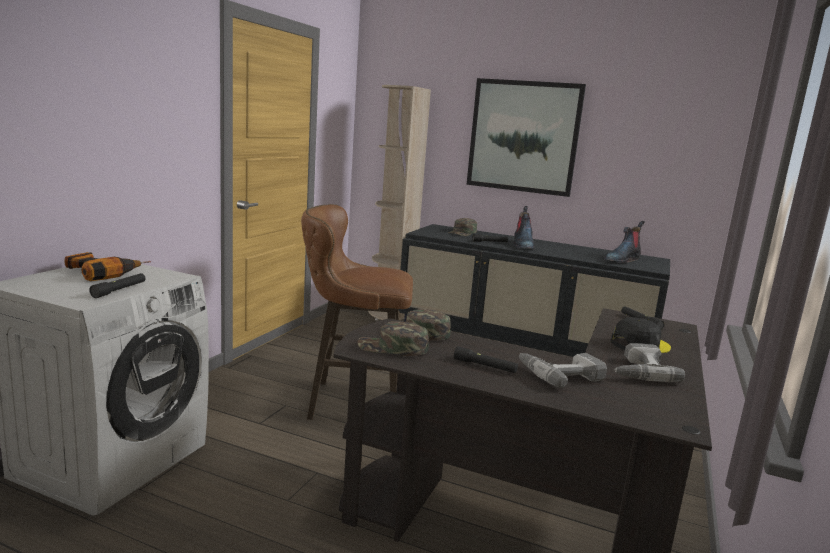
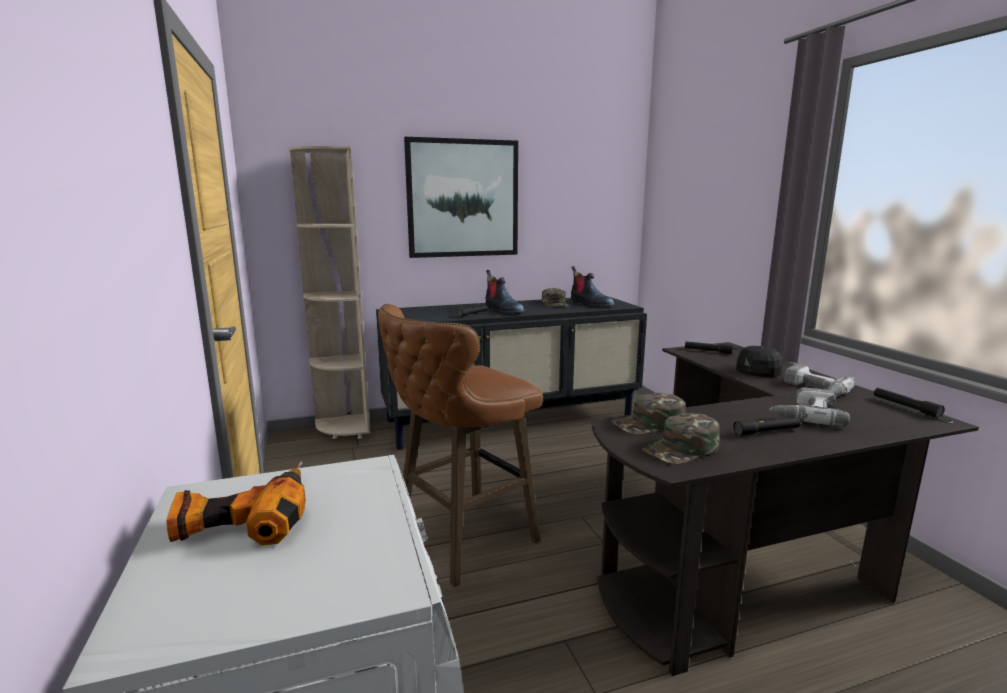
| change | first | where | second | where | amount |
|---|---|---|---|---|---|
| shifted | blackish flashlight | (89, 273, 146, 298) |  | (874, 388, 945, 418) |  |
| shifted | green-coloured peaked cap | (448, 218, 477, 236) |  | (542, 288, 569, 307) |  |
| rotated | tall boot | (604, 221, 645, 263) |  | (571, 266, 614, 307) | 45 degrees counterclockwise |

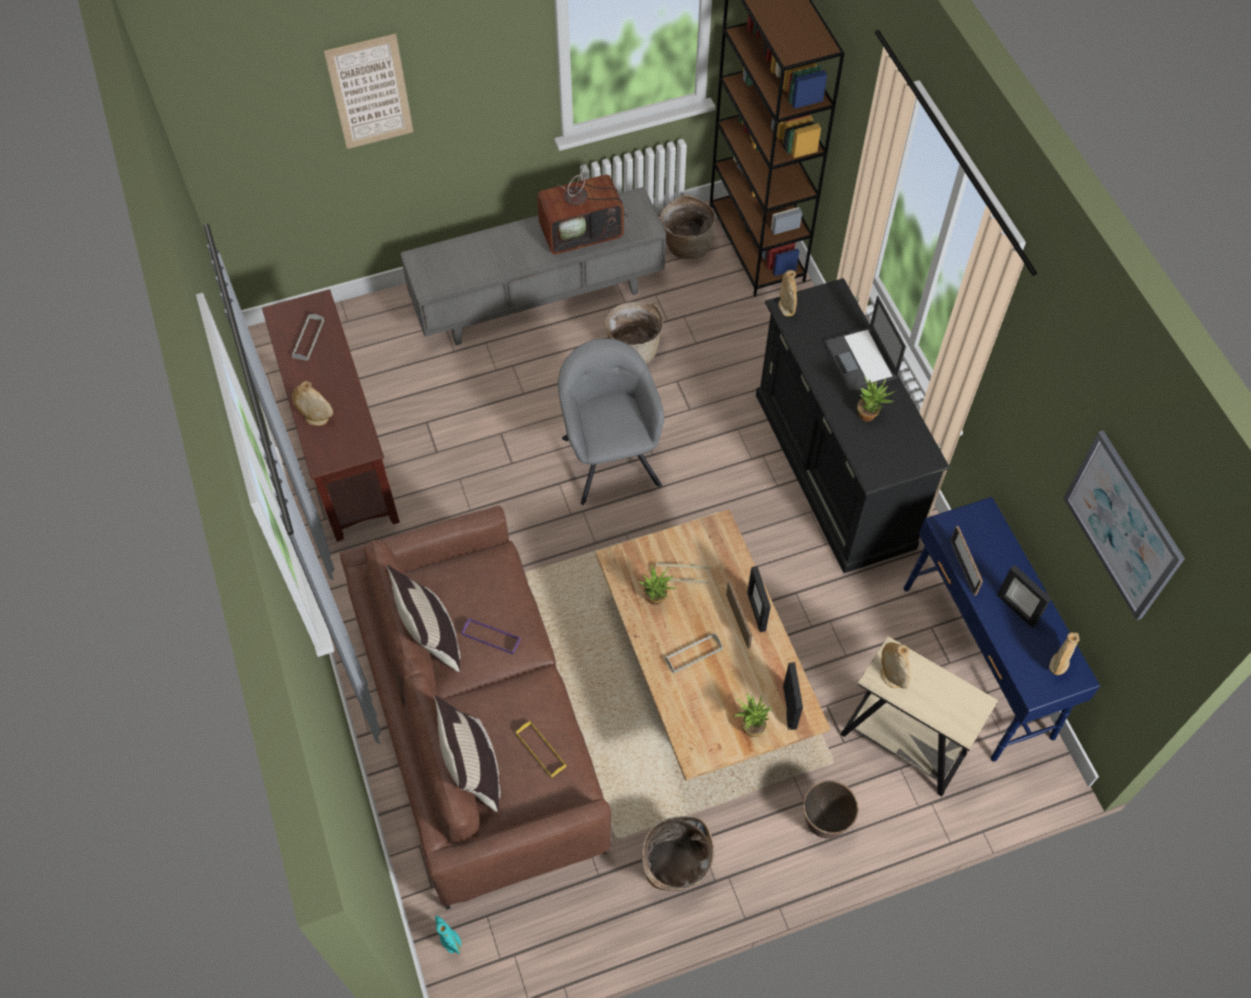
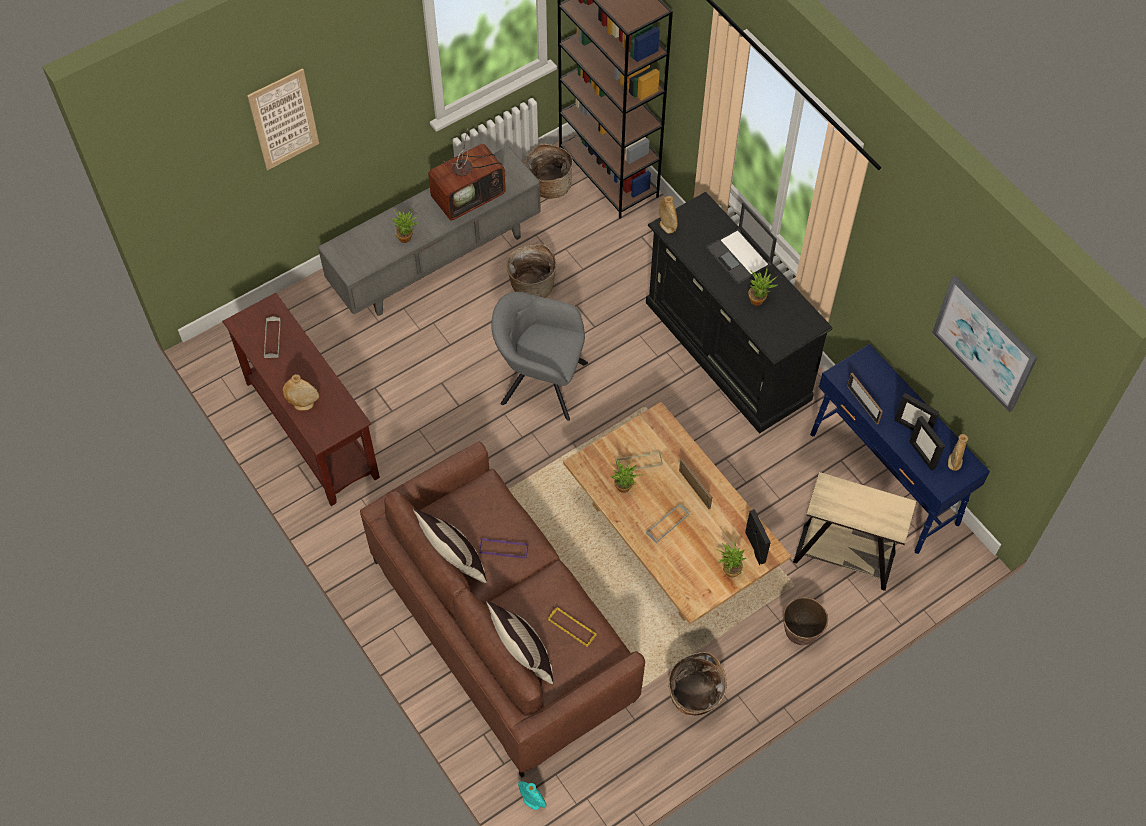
| change | first | where | second | where | amount |
|---|---|---|---|---|---|
| gone | sand-coloured vase | (881, 642, 910, 689) |  |  |  |
| new |  |  | houseplant | (392, 208, 420, 243) |  |
| shifted | picture frame | (747, 566, 771, 632) |  | (909, 416, 945, 471) |  |
| rotated | greyish lounge chair | (558, 339, 664, 505) |  | (491, 292, 588, 421) | 45 degrees counterclockwise |

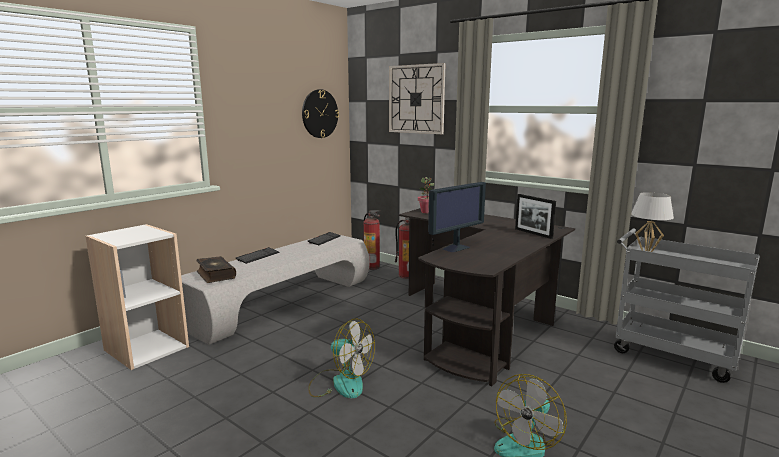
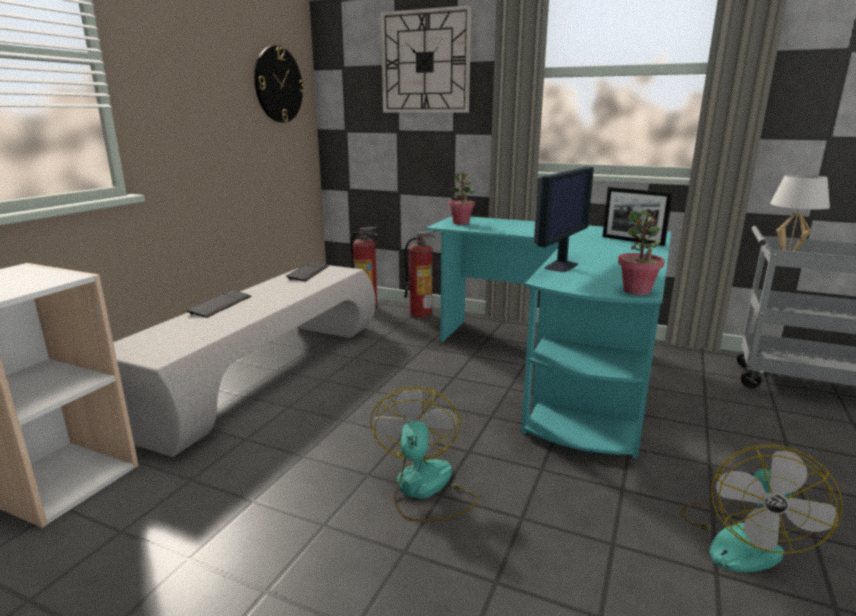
| change | first | where | second | where | amount |
|---|---|---|---|---|---|
| gone | book | (197, 256, 236, 283) |  |  |  |
| new |  |  | houseplant | (618, 210, 665, 295) |  |
| repainted | blackish desk | (399, 208, 575, 386) | turquoise-coloured desk | (426, 216, 671, 459) |  |
| rotated | fan | (308, 318, 375, 398) |  | (370, 387, 478, 522) | 105 degrees counterclockwise |

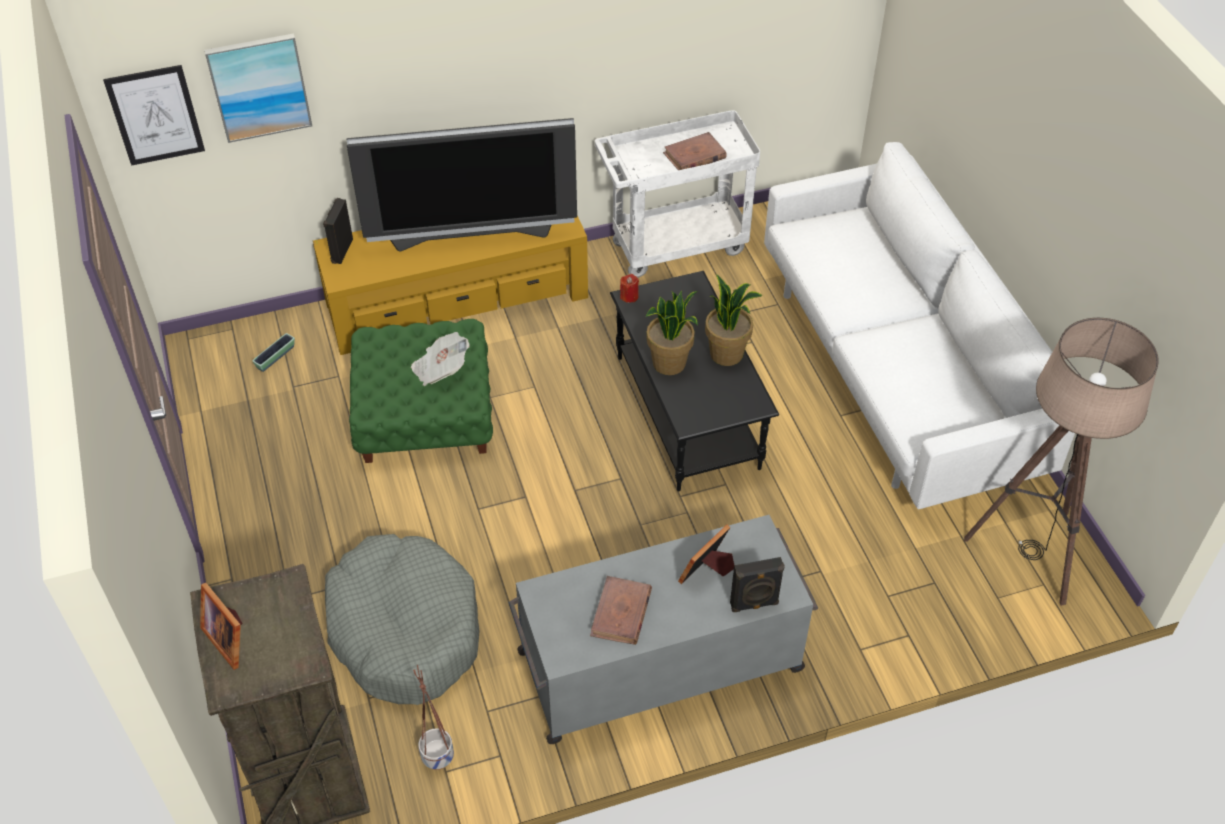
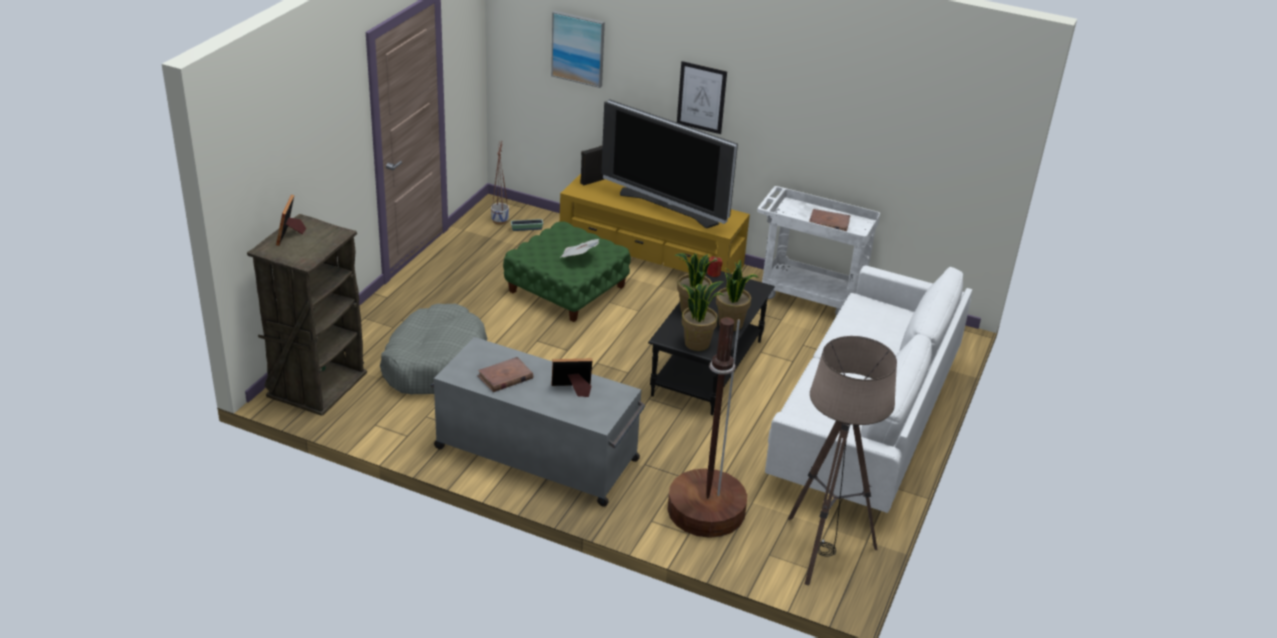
| change | first | where | second | where | amount |
|---|---|---|---|---|---|
| gone | blackish loudspeaker | (730, 557, 785, 612) |  |  |  |
| new |  |  | brown standing lamp | (667, 317, 747, 538) |  |
| new |  |  | houseplant | (681, 281, 725, 351) |  |
| shifted | wall picture | (103, 65, 205, 166) |  | (677, 61, 727, 134) |  |
| shifted | planter | (413, 665, 454, 770) |  | (491, 141, 509, 225) |  |

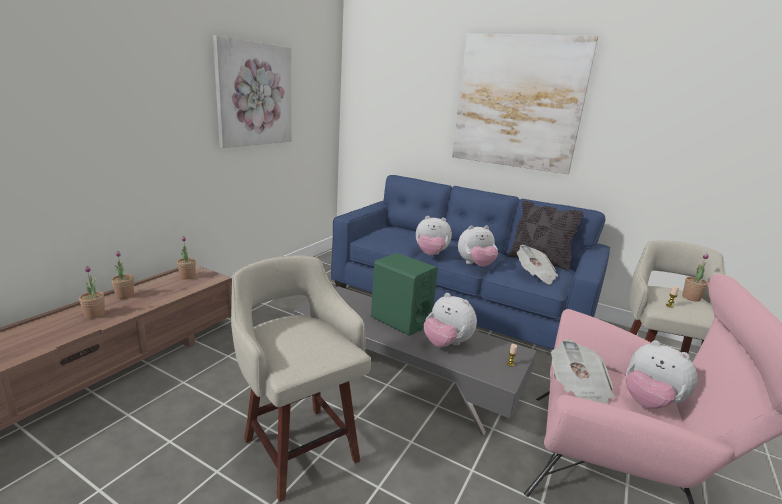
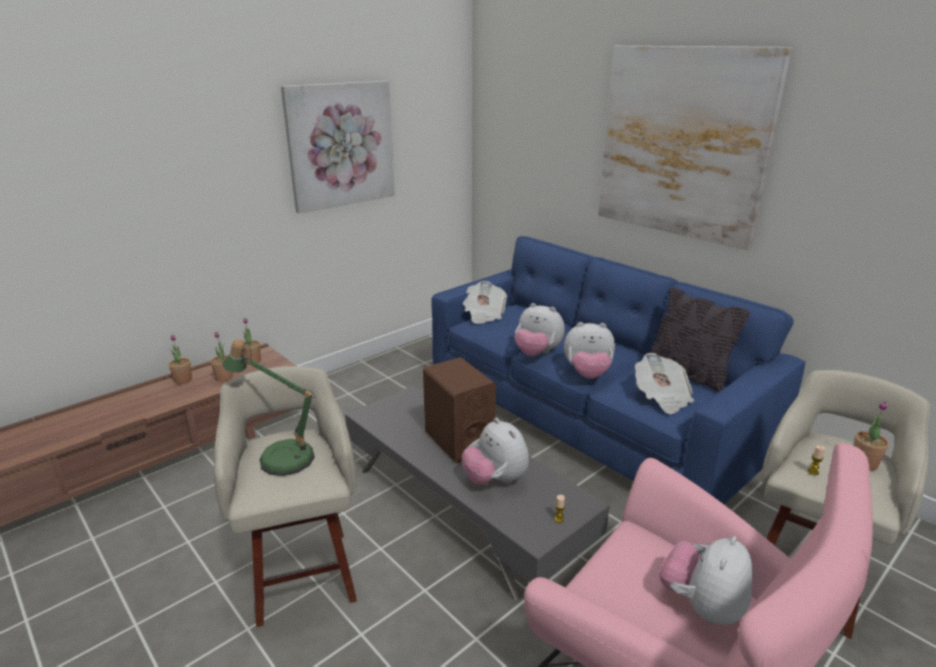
| change | first | where | second | where | amount |
|---|---|---|---|---|---|
| new |  |  | lamp for a table | (222, 339, 315, 476) |  |
| shifted | houseplant | (79, 266, 105, 319) |  | (210, 332, 233, 381) |  |
| shifted | newspaper | (551, 339, 615, 404) |  | (463, 281, 507, 324) |  |
| repainted | green-coloured loudspeaker | (371, 253, 438, 336) | brown loudspeaker | (423, 357, 496, 463) |  |
| rotated | cuddly toy | (626, 340, 697, 409) |  | (660, 536, 753, 625) | 60 degrees clockwise |

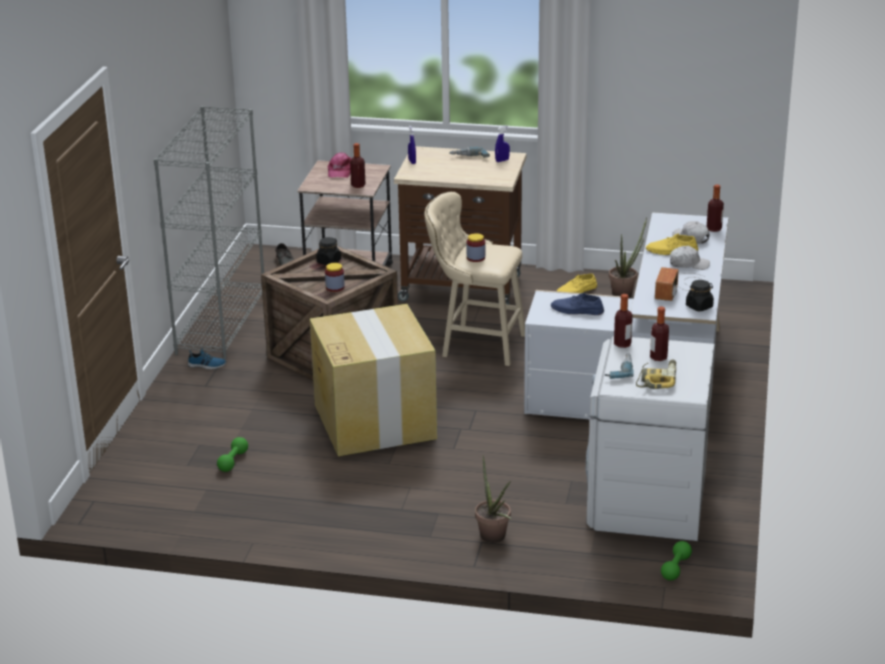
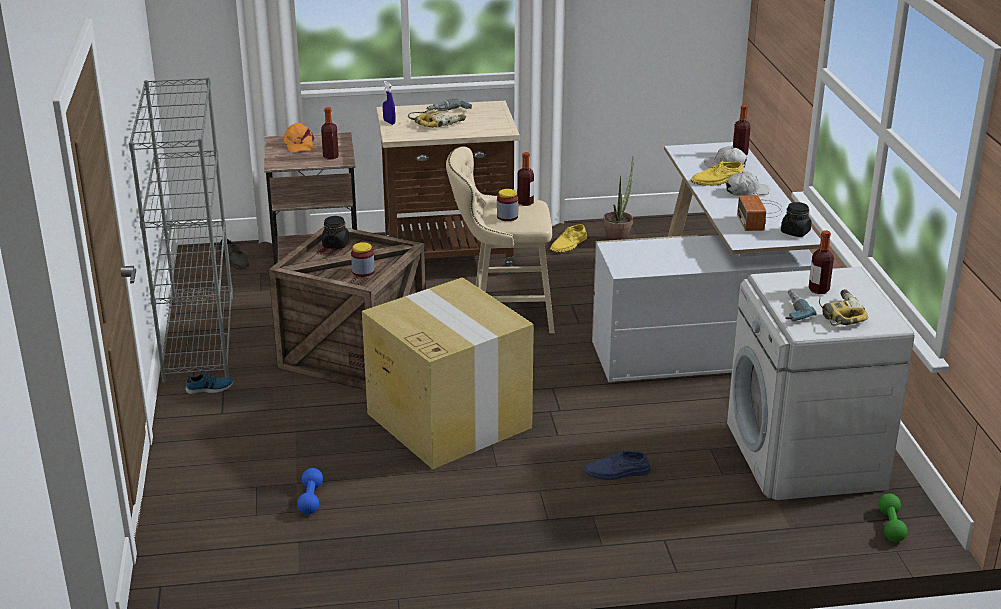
| change | first | where | second | where | amount |
|---|---|---|---|---|---|
| gone | houseplant | (475, 454, 512, 543) |  |  |  |
| gone | blue hand sprayer | (495, 125, 510, 162) |  |  |  |
| new |  |  | drill | (408, 109, 466, 128) |  |
| shifted | blue low shoe | (551, 293, 604, 315) |  | (584, 449, 650, 480) |  |
| shifted | bottle | (614, 294, 633, 348) |  | (517, 152, 534, 206) |  |
| repainted | green-coloured dumbbell | (217, 437, 248, 472) | blue dumbbell | (297, 468, 323, 515) |  |
| repainted | pink peaked cap | (328, 152, 351, 178) | orange peaked cap | (283, 123, 314, 152) |  |

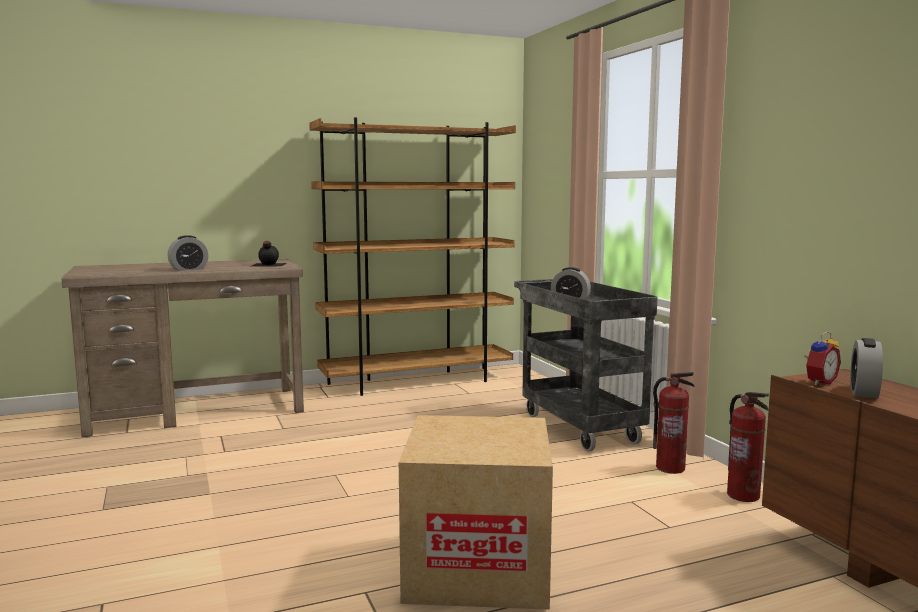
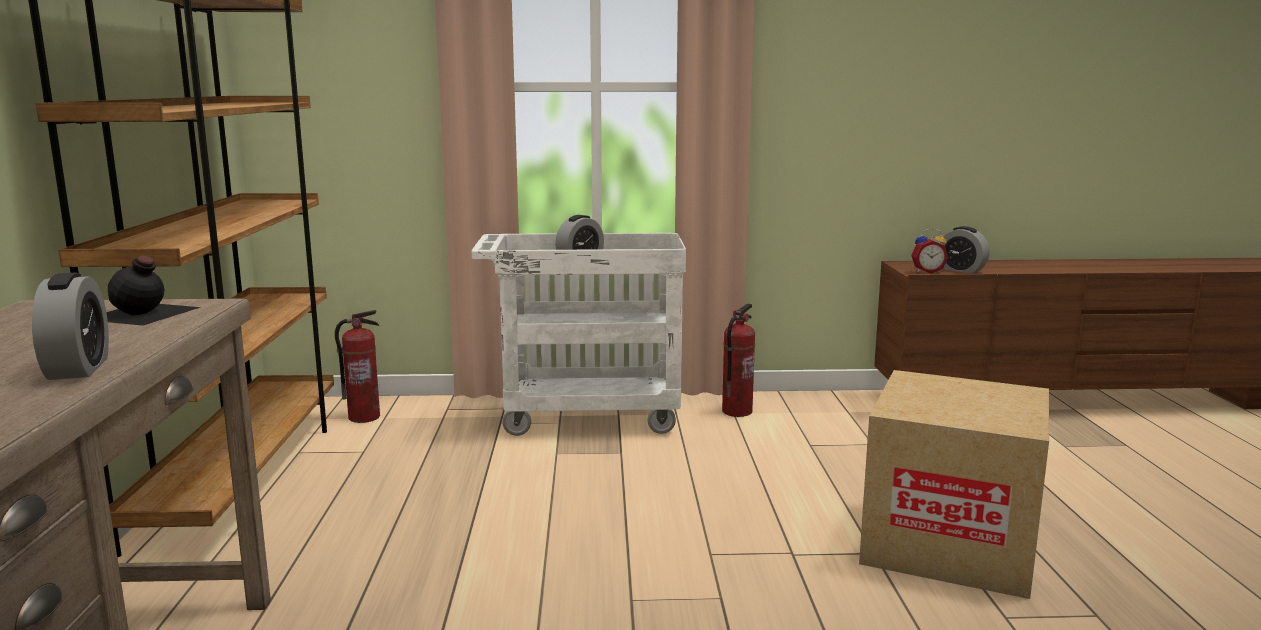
| change | first | where | second | where | amount |
|---|---|---|---|---|---|
| shifted | fire-fighting cylinder | (727, 392, 769, 502) |  | (335, 310, 380, 423) |  |
| repainted | blackish wheeled cart | (514, 279, 658, 452) | white-coloured wheeled cart | (472, 233, 686, 436) |  |
| rotated | table clock | (805, 331, 841, 385) |  | (911, 228, 948, 274) | 105 degrees clockwise |

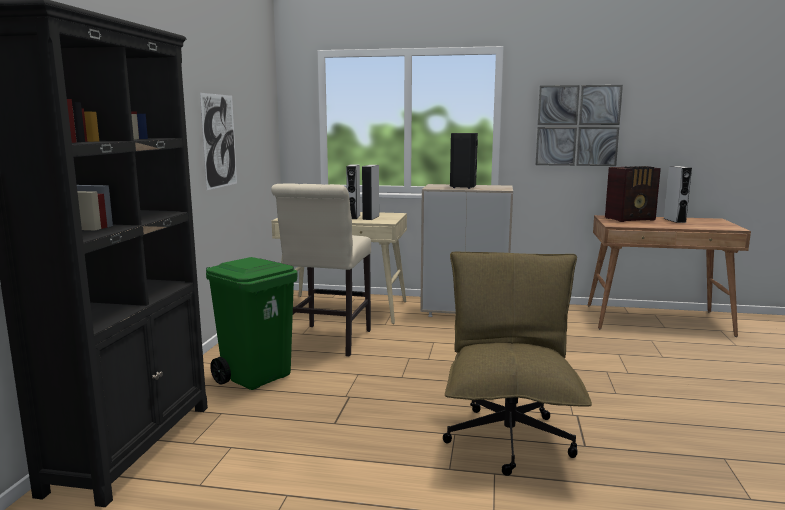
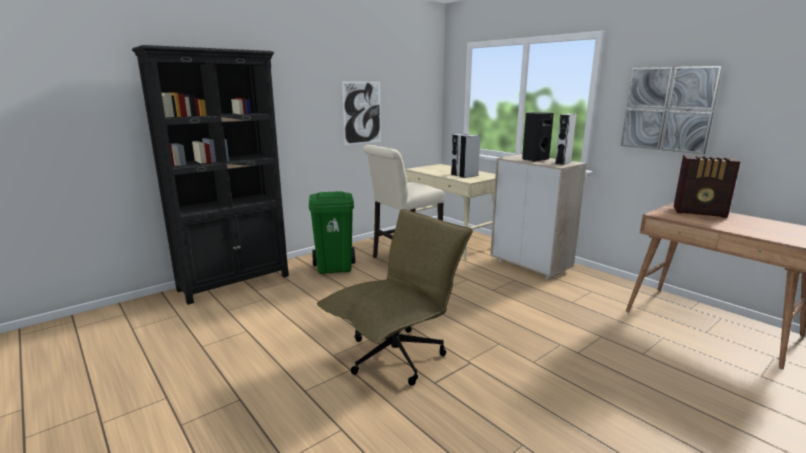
| change | first | where | second | where | amount |
|---|---|---|---|---|---|
| shifted | greyish loudspeaker | (664, 166, 692, 223) |  | (555, 113, 577, 165) |  |

